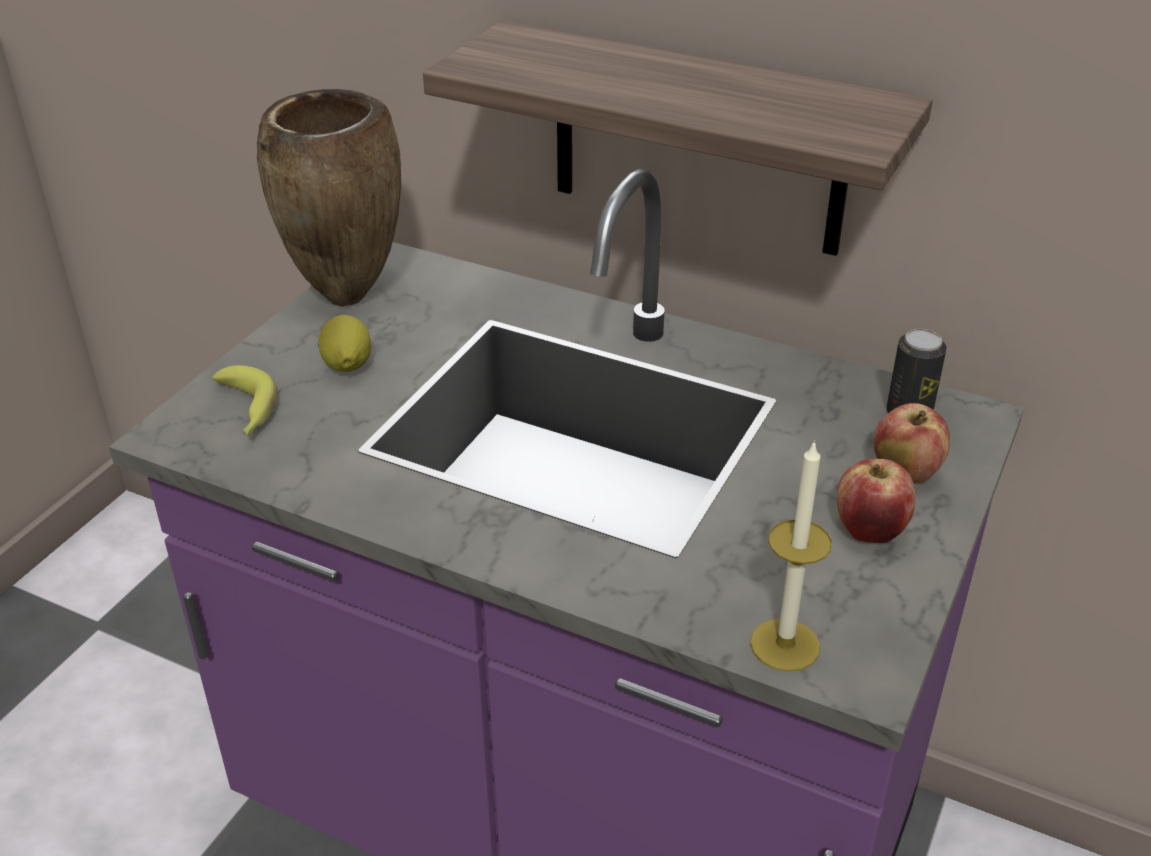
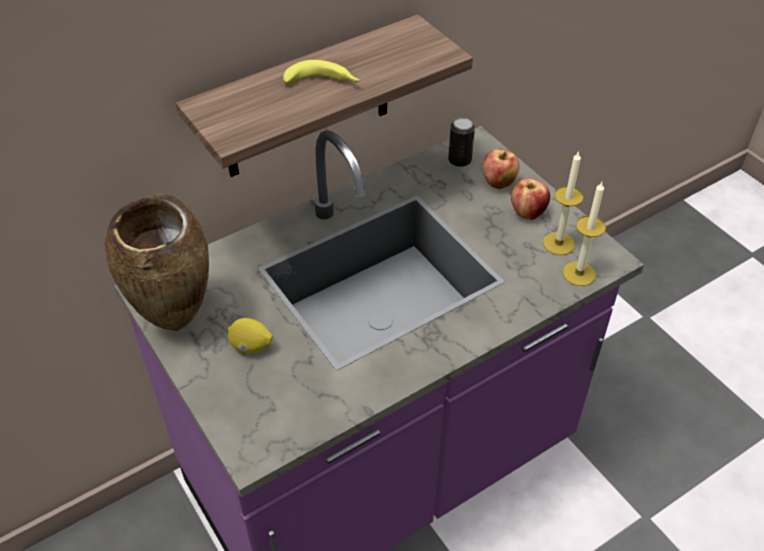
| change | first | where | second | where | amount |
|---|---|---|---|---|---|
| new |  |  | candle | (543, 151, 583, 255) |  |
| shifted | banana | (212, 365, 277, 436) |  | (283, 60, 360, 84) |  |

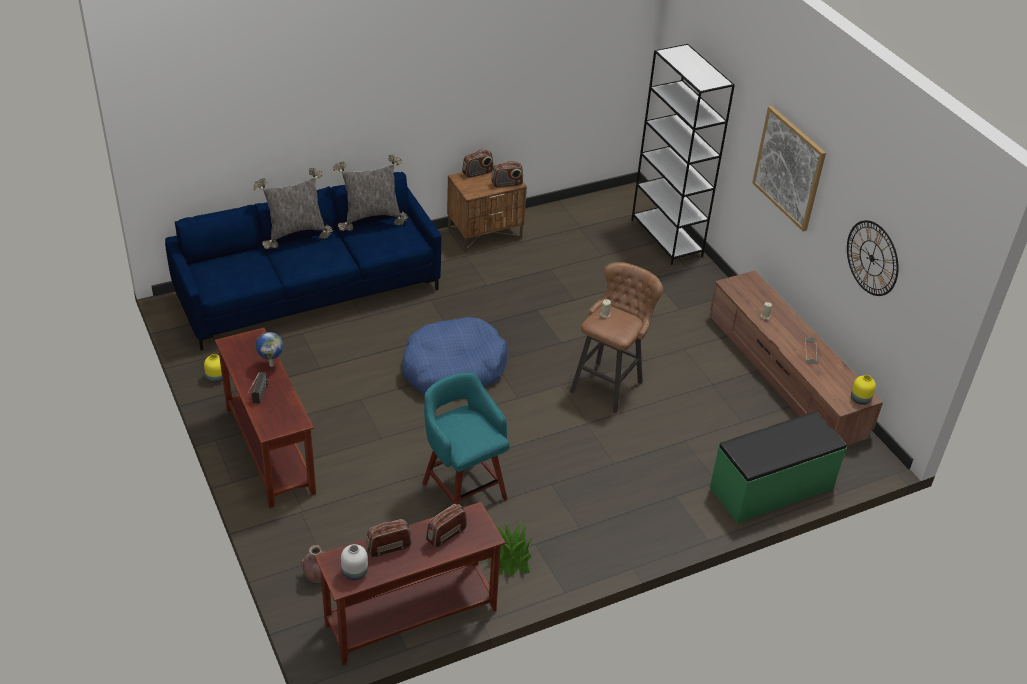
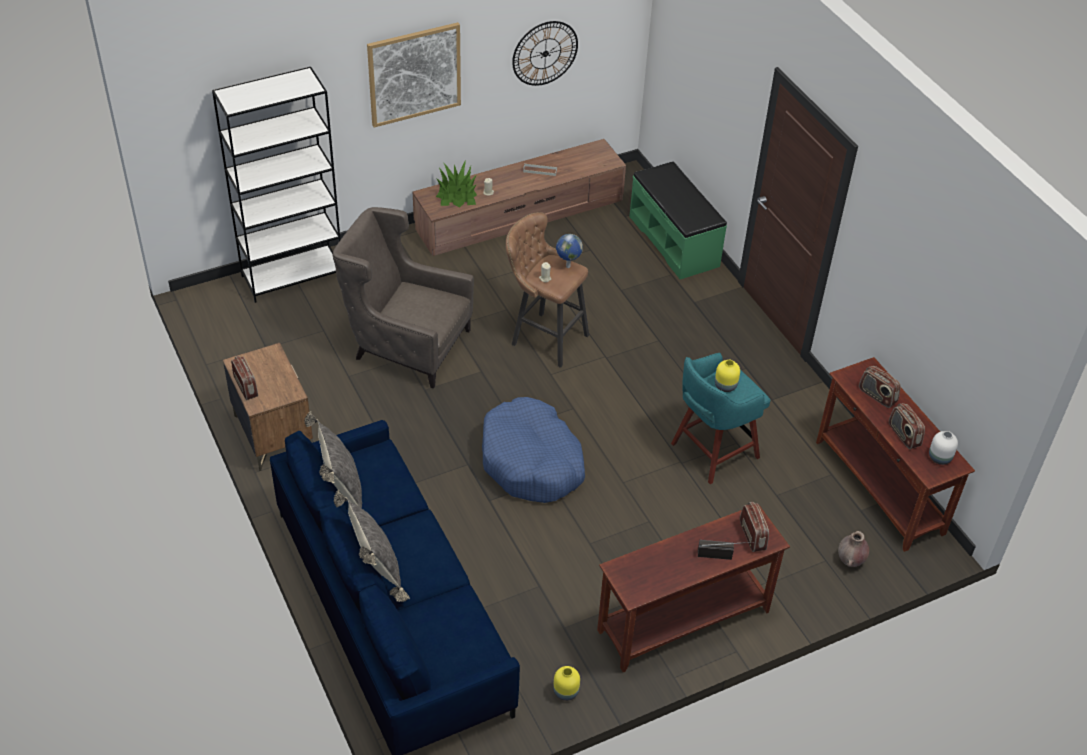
| change | first | where | second | where | amount |
|---|---|---|---|---|---|
| new |  |  | greyish lounge chair | (333, 207, 474, 388) |  |
| shifted | world globe | (256, 332, 284, 367) |  | (556, 234, 583, 268) |  |
| shifted | houseplant | (488, 521, 532, 577) |  | (436, 159, 477, 208) |  |
| shifted | radio receiver | (491, 161, 523, 188) |  | (740, 502, 769, 552) |  |
| shifted | yellow-coloured vase | (851, 375, 876, 405) |  | (715, 360, 740, 392) |  |

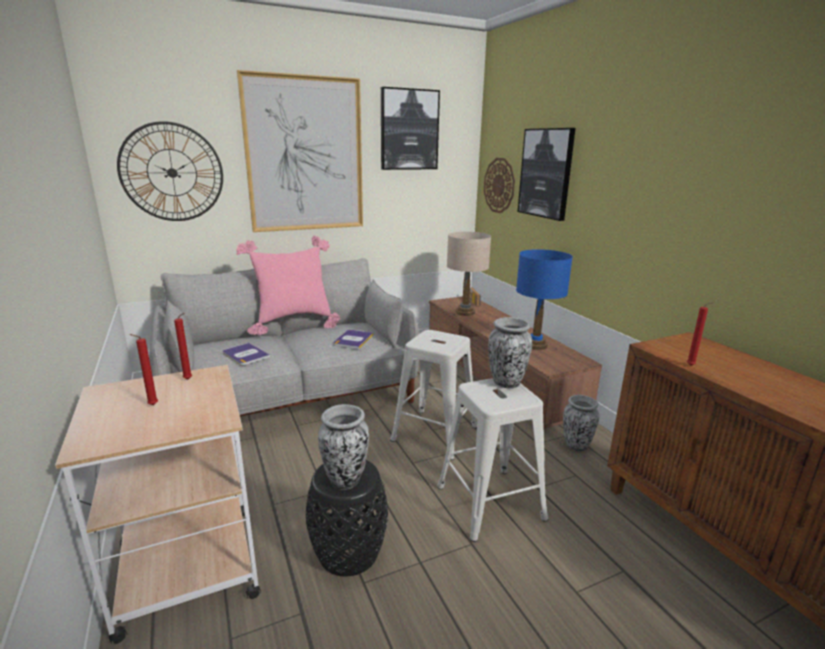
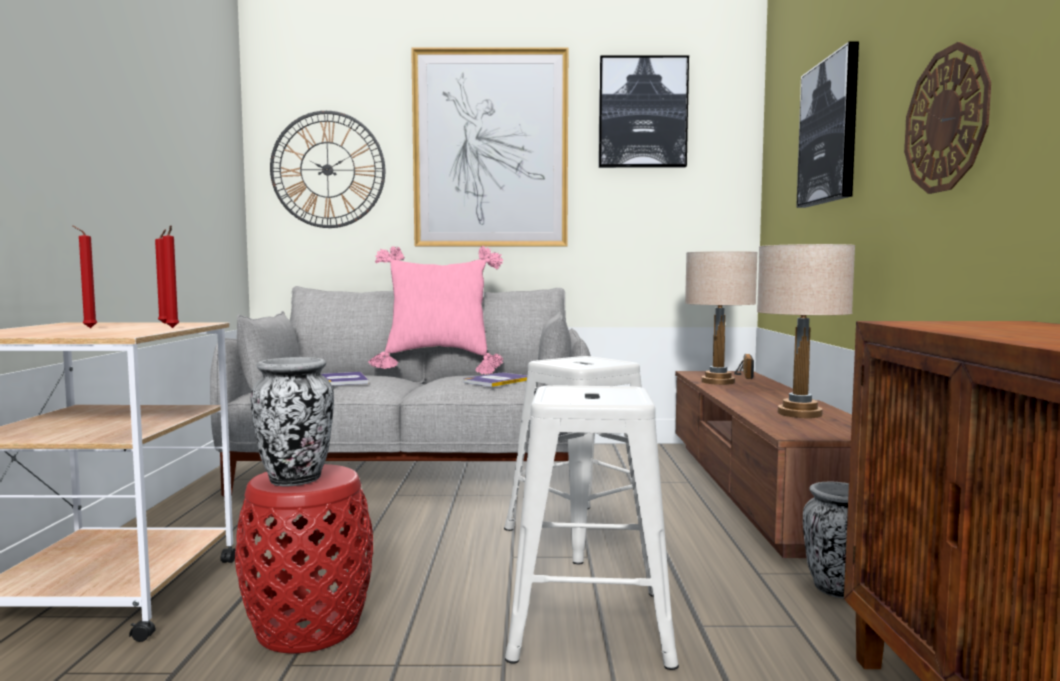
| change | first | where | second | where | amount |
|---|---|---|---|---|---|
| gone | vase | (488, 317, 532, 389) |  |  |  |
| shifted | wall clock | (484, 158, 515, 213) |  | (904, 42, 991, 194) |  |
| shifted | red-coloured candle | (687, 302, 714, 366) |  | (162, 226, 179, 328) |  |
| repainted | blackish sitting stool | (306, 460, 388, 577) | red-coloured sitting stool | (235, 464, 373, 654) |  |
| repainted | blue lamp for a table | (516, 249, 573, 350) | sand-coloured lamp for a table | (757, 244, 855, 418) |  |

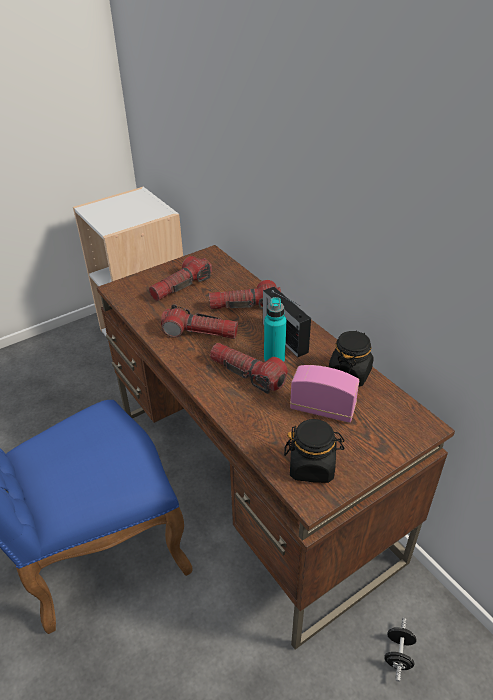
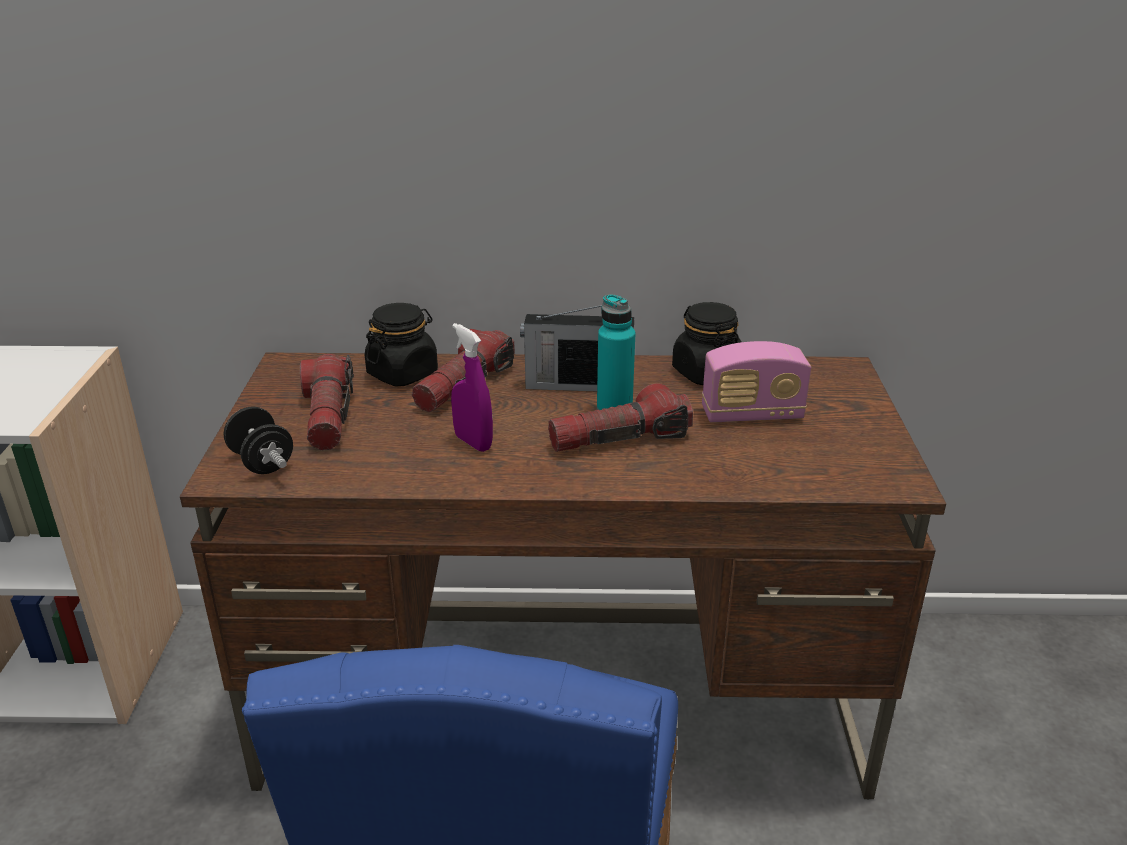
| change | first | where | second | where | amount |
|---|---|---|---|---|---|
| shifted | blackish jar | (284, 419, 345, 483) |  | (365, 303, 438, 386) |  |
| shifted | blackish dumbbell | (384, 618, 417, 682) |  | (223, 407, 293, 474) |  |
| swapped | flashlight | (161, 304, 238, 339) | purple-coloured hand sprayer | (451, 323, 493, 452) |  |
| rotated | radio receiver | (290, 365, 359, 423) |  | (702, 341, 811, 423) | 150 degrees counterclockwise |

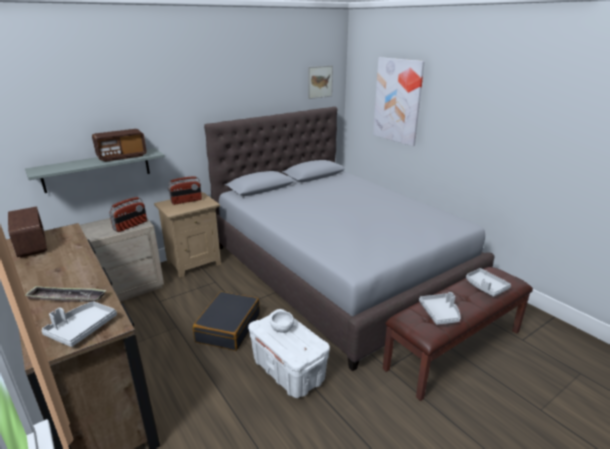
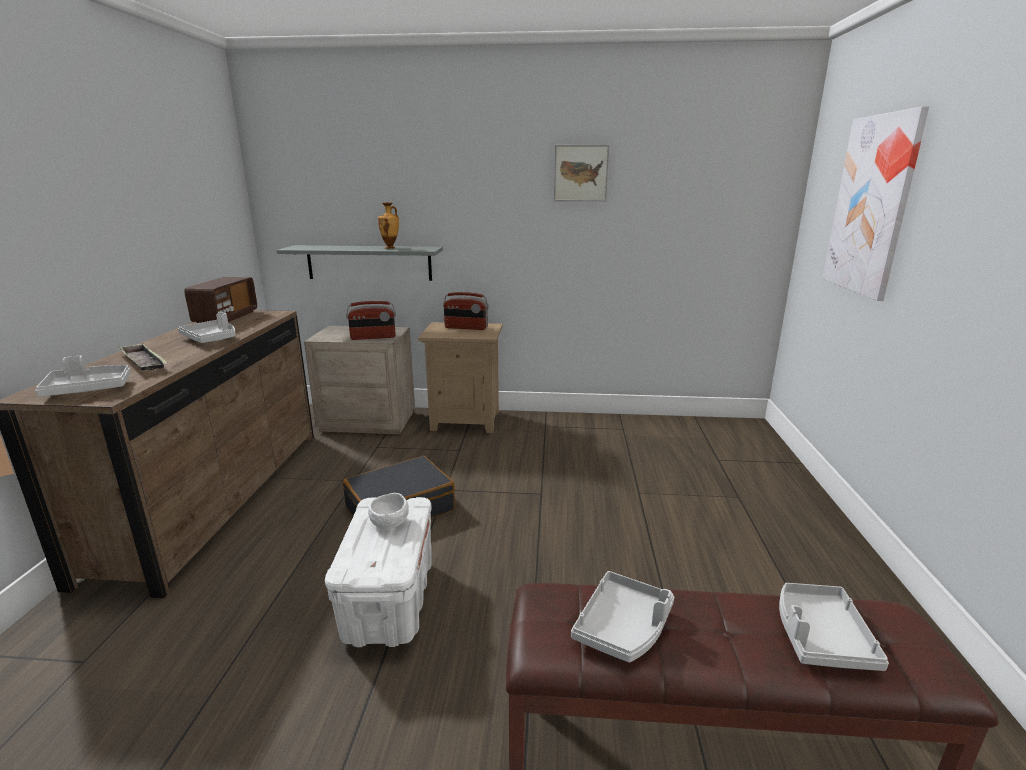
| change | first | where | second | where | amount |
|---|---|---|---|---|---|
| gone | greyish bedroom bed | (204, 107, 495, 371) |  |  |  |
| new |  |  | greyish serving tray | (178, 312, 236, 343) |  |
| shifted | wall picture | (308, 65, 333, 99) |  | (554, 145, 609, 202) |  |
| swapped | radio receiver | (92, 129, 147, 162) | vase | (378, 202, 399, 249) |  |

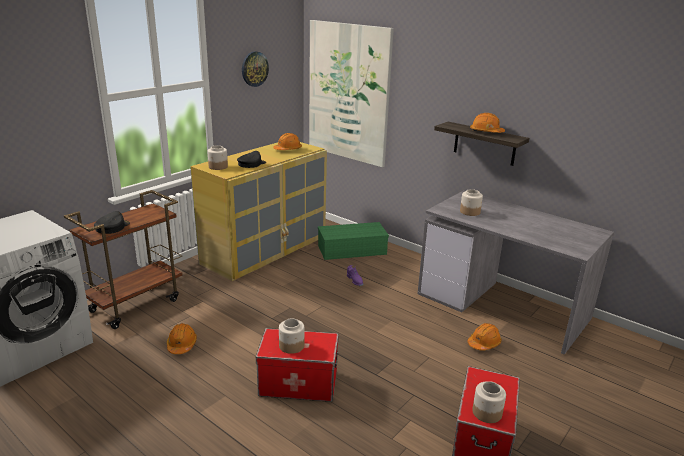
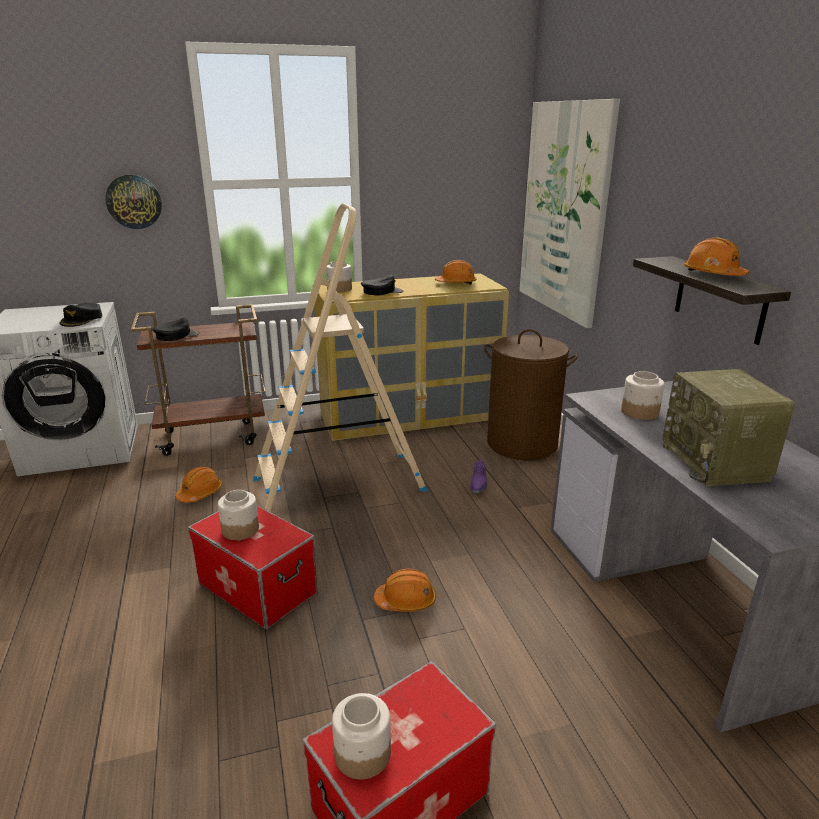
| change | first | where | second | where | amount |
|---|---|---|---|---|---|
| new |  |  | blackish peaked cap | (60, 303, 102, 327) |  |
| new |  |  | sand-coloured step ladder | (253, 203, 427, 511) |  |
| new |  |  | radio receiver | (663, 369, 795, 486) |  |
| shifted | wall clock | (242, 51, 269, 87) |  | (105, 175, 162, 229) |  |
| shifted | orange work helmet | (468, 323, 502, 350) |  | (374, 569, 436, 612) |  |
| swapped | green-coloured storage bin | (318, 222, 389, 260) | brown laundry basket | (484, 329, 578, 460) |  |

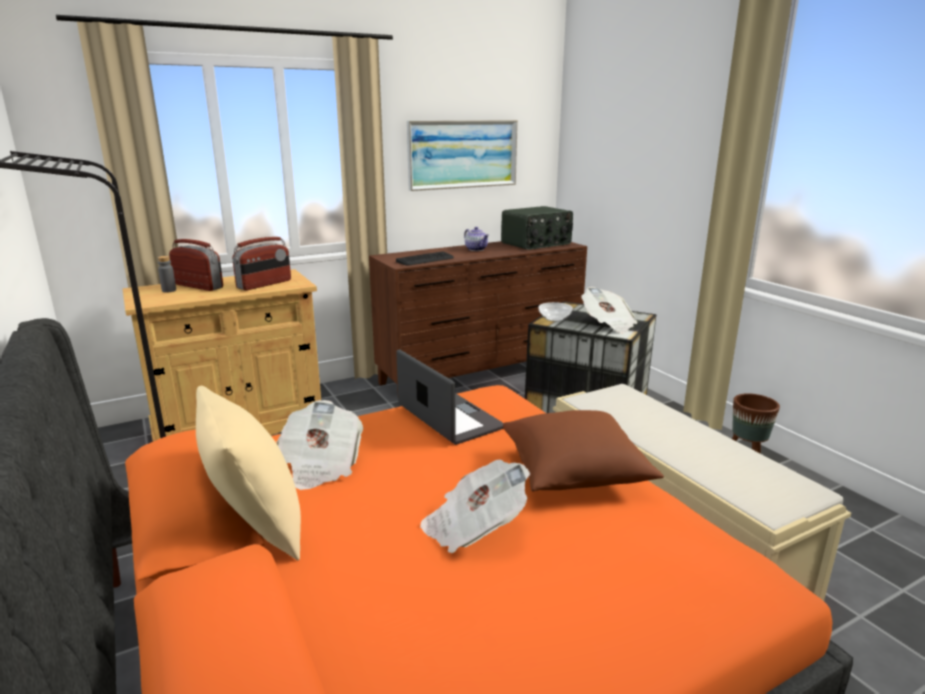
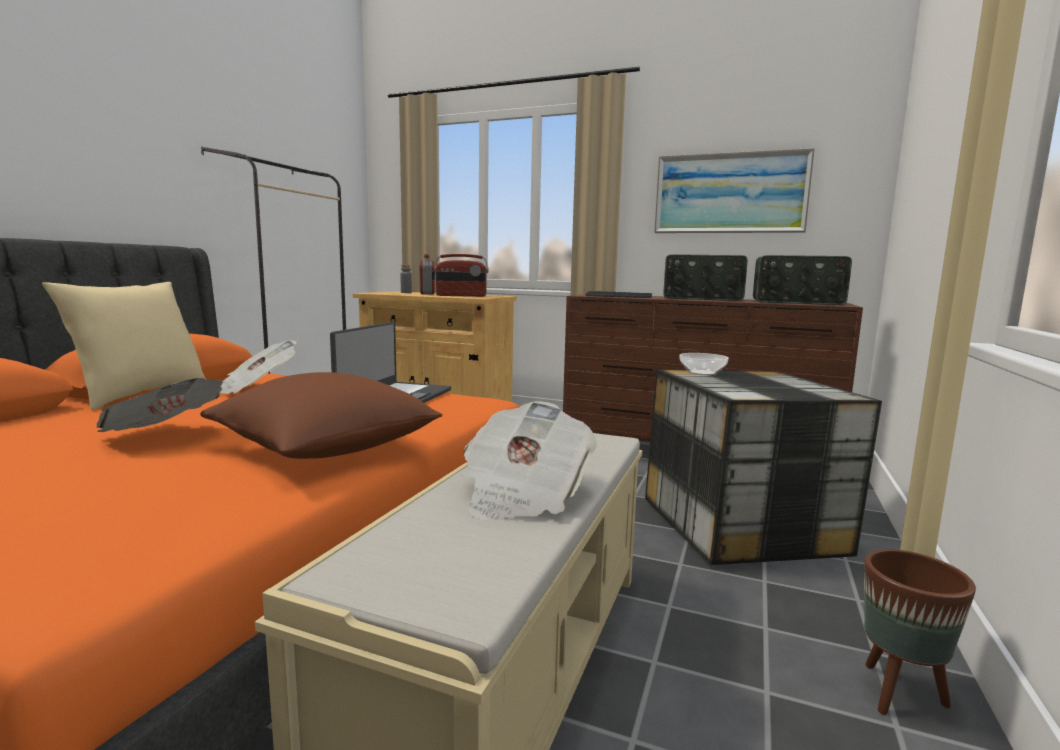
| change | first | where | second | where | amount |
|---|---|---|---|---|---|
| shifted | newspaper | (581, 287, 638, 334) |  | (462, 401, 597, 521) |  |
| swapped | tea pot | (464, 227, 489, 251) | radio receiver | (663, 254, 748, 301) |  |

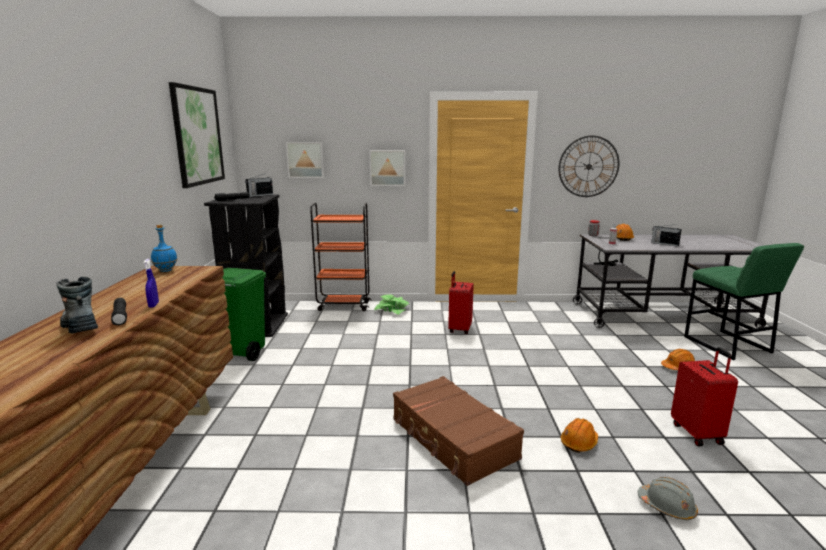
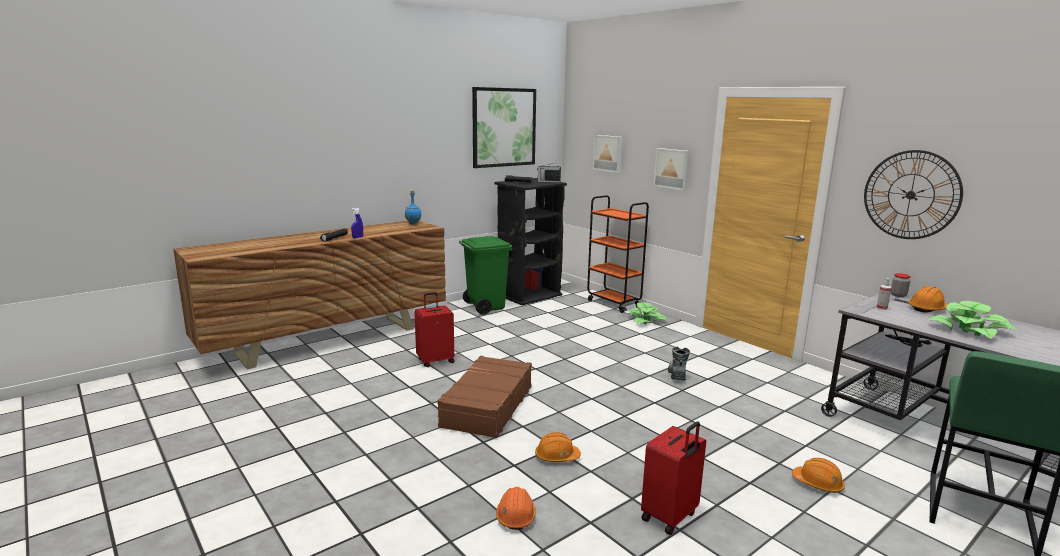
| change | first | where | second | where | amount |
|---|---|---|---|---|---|
| shifted | tall boot | (56, 277, 98, 334) |  | (668, 347, 690, 381) |  |
| shifted | red-coloured travel case | (448, 271, 474, 334) |  | (415, 292, 455, 367) |  |
| swapped | radio receiver | (651, 224, 682, 246) | houseplant | (928, 301, 1016, 339) |  |
| repainted | greyish work helmet | (638, 477, 698, 520) | orange work helmet | (496, 487, 536, 530) |  |

